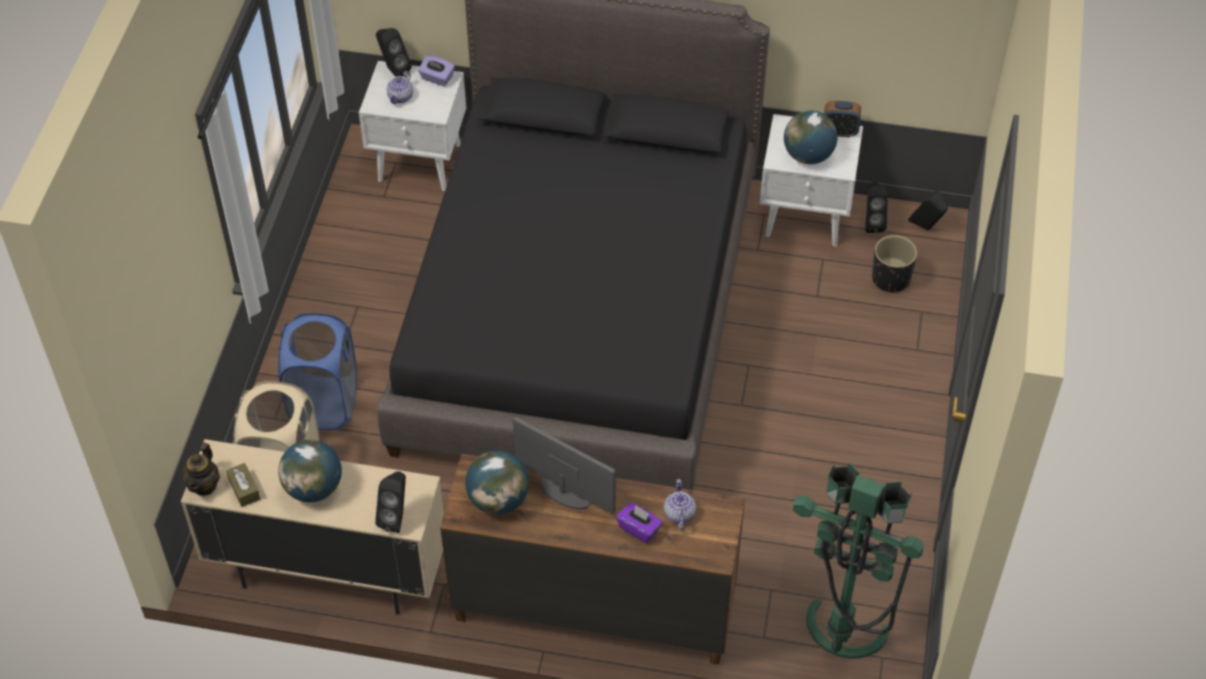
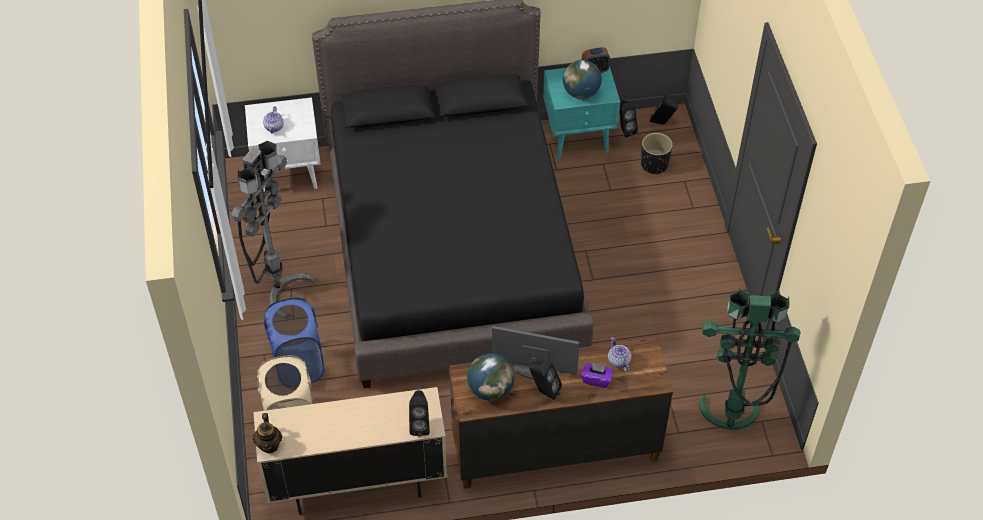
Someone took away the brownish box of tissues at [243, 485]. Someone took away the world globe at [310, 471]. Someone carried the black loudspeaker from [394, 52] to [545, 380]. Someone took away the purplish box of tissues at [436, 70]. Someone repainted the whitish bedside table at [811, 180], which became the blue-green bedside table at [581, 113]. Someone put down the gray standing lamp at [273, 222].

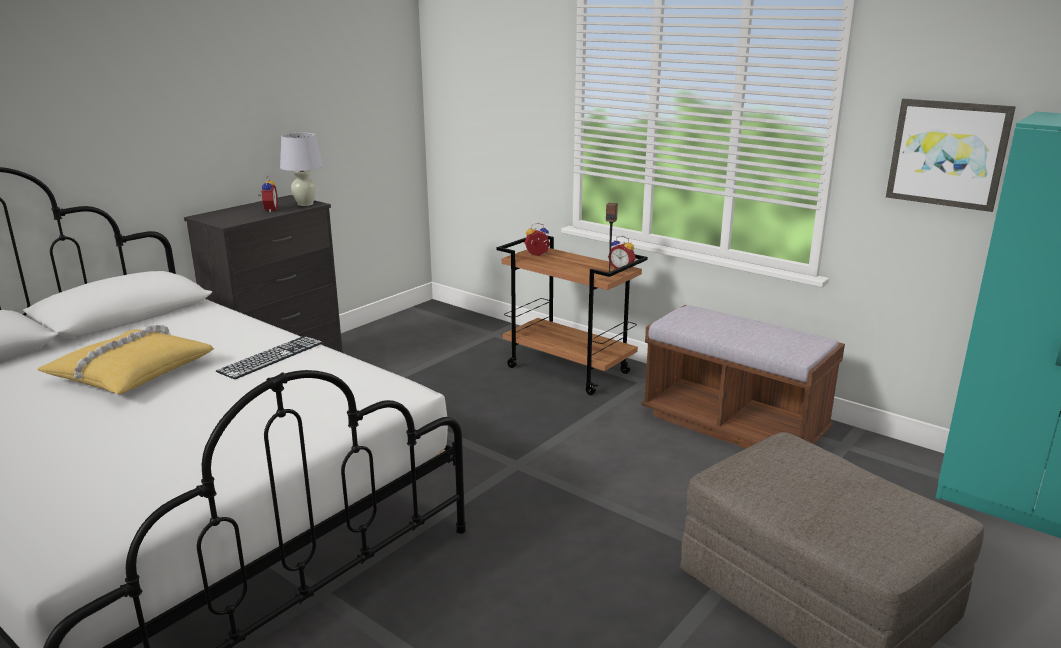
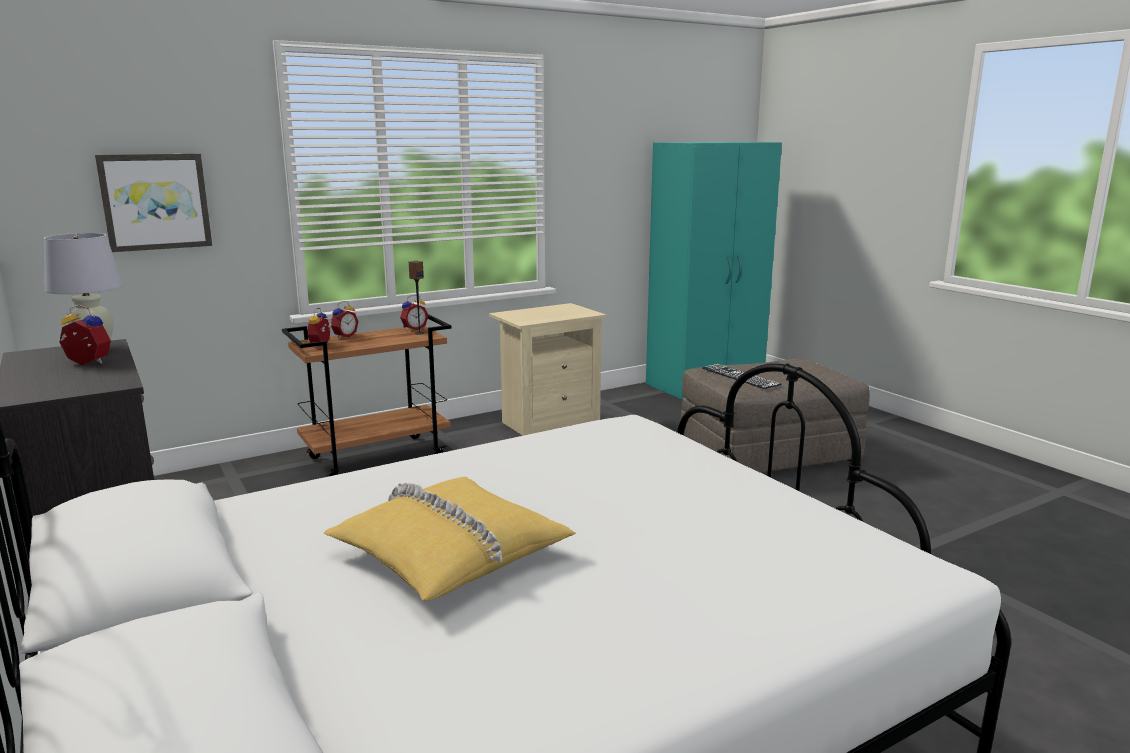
Someone carried the computer keyboard from [269, 358] to [741, 376]. Someone swapped the brownish indoor bench at [743, 377] for the beige-coloured bedside table at [547, 369]. Someone carried the wall picture from [951, 155] to [153, 203]. Someone put down the table clock at [345, 320].

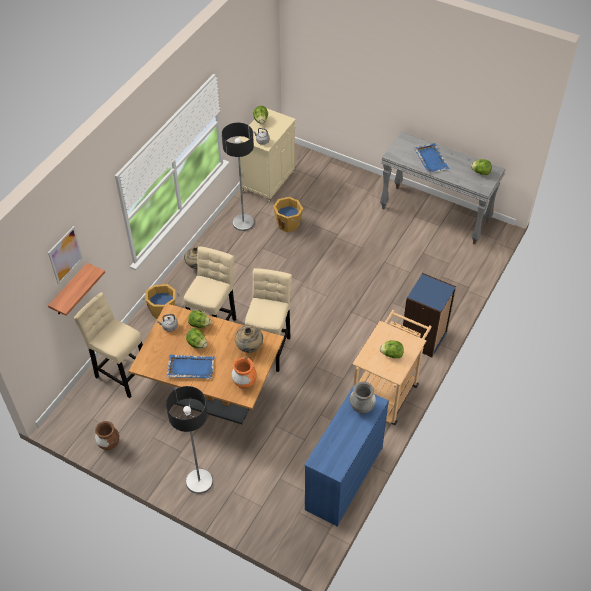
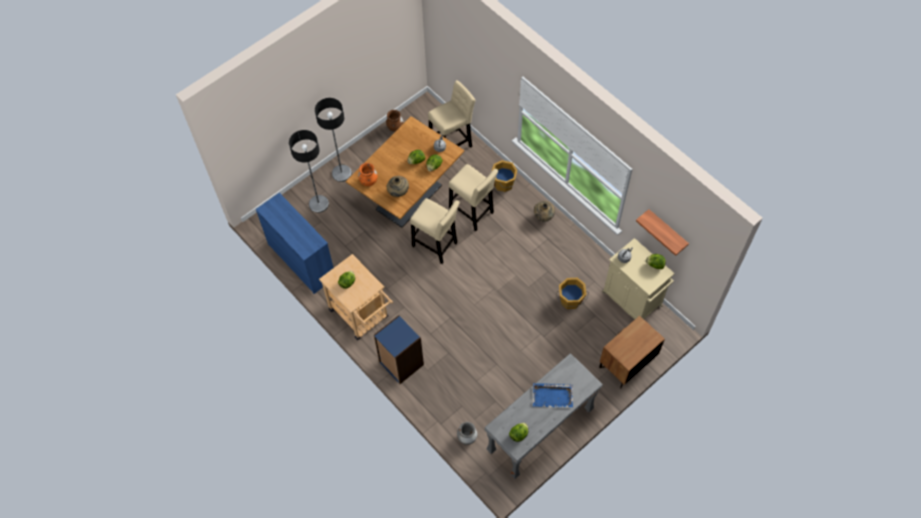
Someone took away the wall picture at [65, 255]. Someone carried the shelf from [76, 289] to [662, 232]. Someone took away the blue serving tray at [190, 367]. Someone carried the standing lamp from [238, 177] to [309, 171]. Someone carried the gray flower vase from [363, 398] to [467, 433]. Someone put down the brownish bedside table at [632, 352].

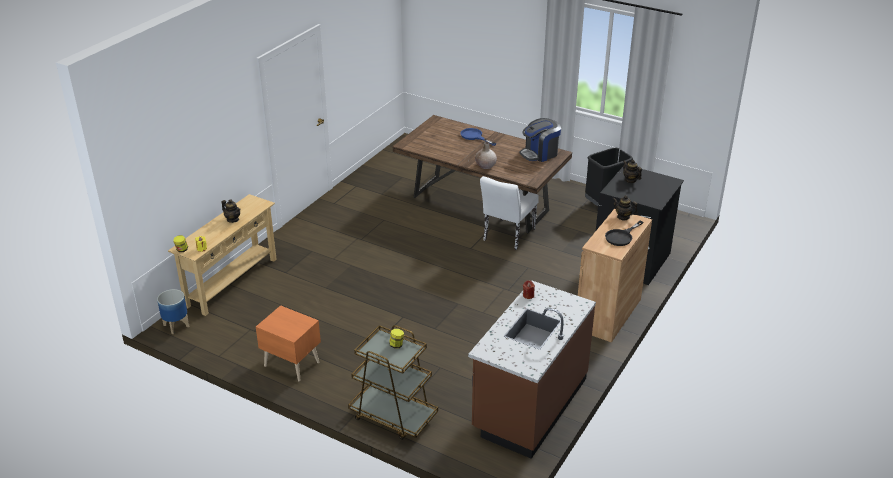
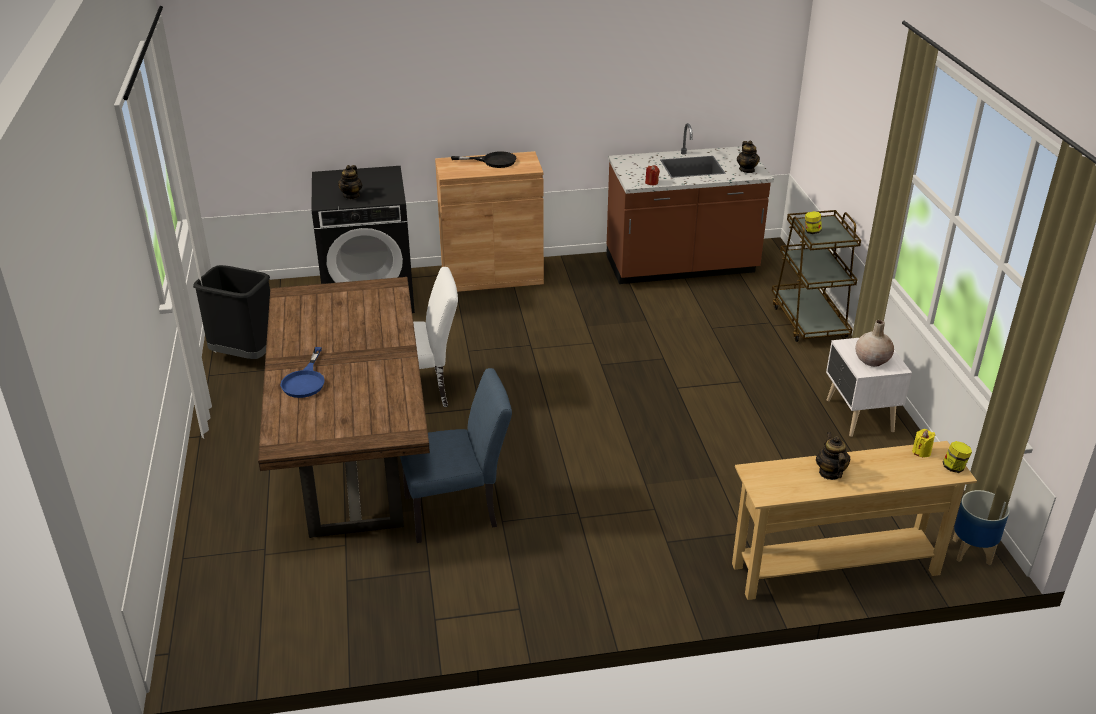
Someone repainted the orange-coloured bedside table at [288, 343], which became the whitish bedside table at [869, 387]. Someone carried the beige-coloured flower vase from [486, 155] to [874, 343]. Someone took away the coffee brewer at [540, 140]. Someone carried the tea pot from [625, 207] to [748, 157]. Someone put down the blue chair at [456, 455].

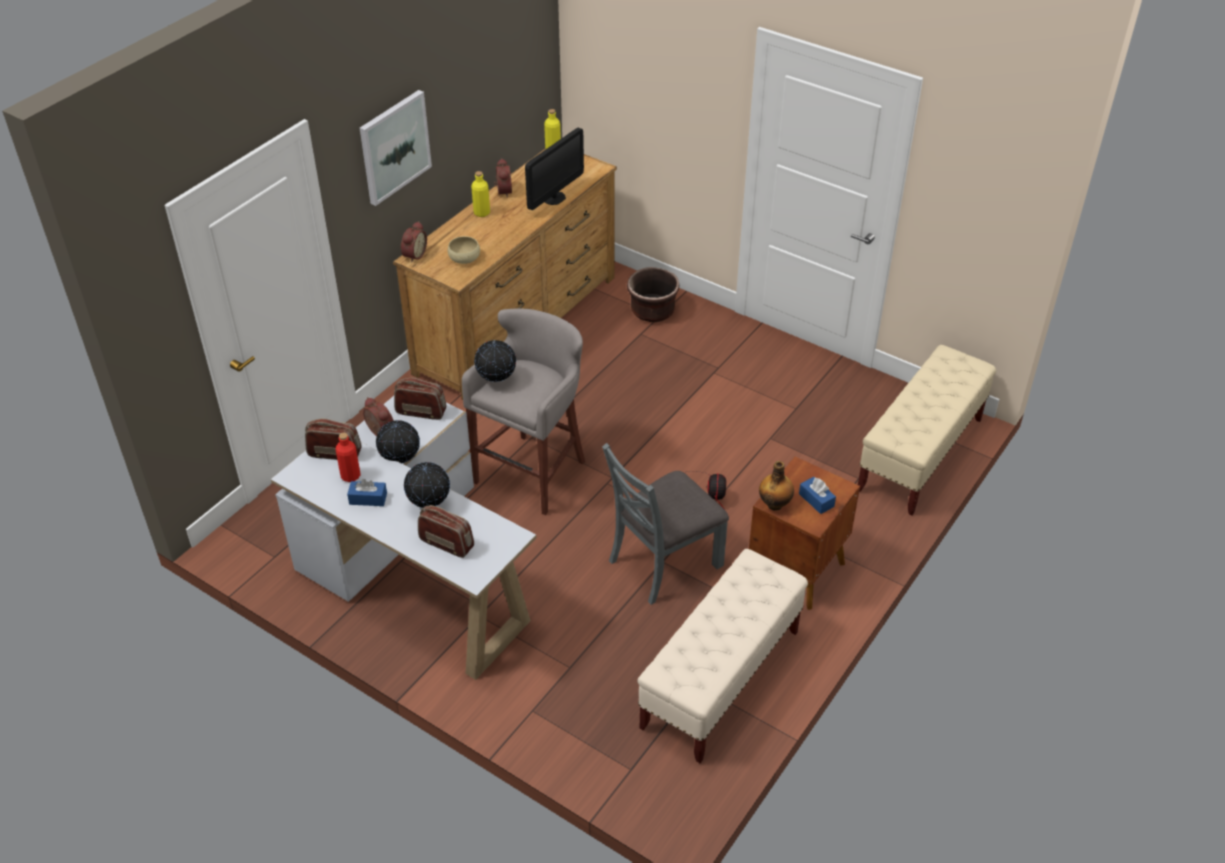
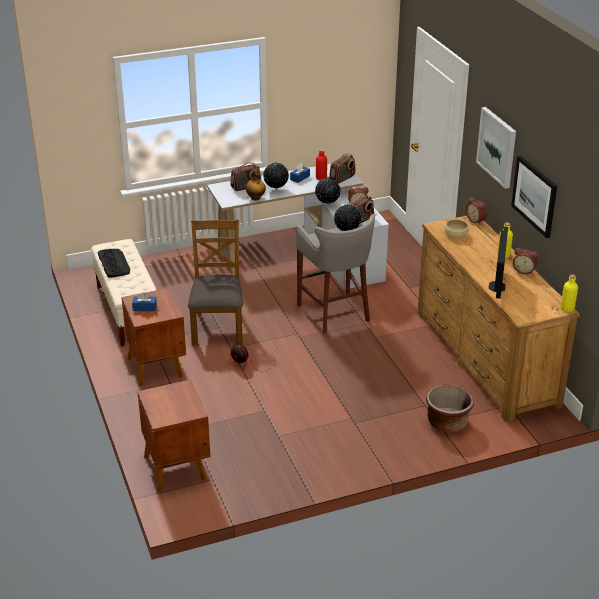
Someone rotated the computer screen at [554, 169] by 150 degrees counterclockwise. Someone repainted the gray chair at [665, 524], which became the brownish chair at [215, 282]. Someone carried the drink bottle from [776, 485] to [256, 184]. Someone swapped the beige-coloured indoor bench at [927, 430] for the brownish bedside table at [174, 435]. Someone put down the computer keyboard at [114, 263]. Someone put up the wall picture at [534, 197].

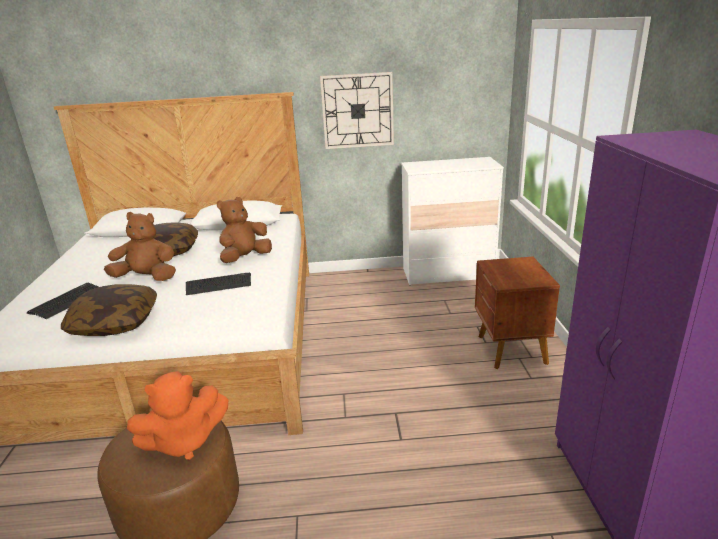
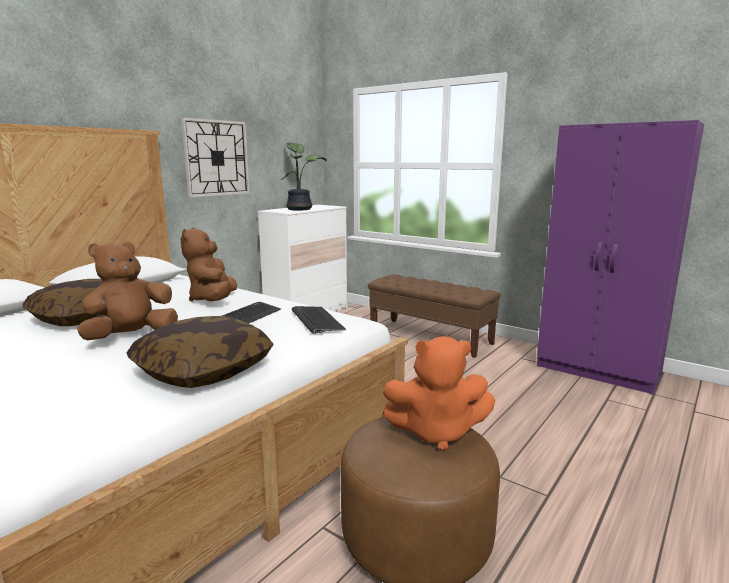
Someone carried the computer keyboard from [63, 300] to [319, 320]. Someone rotated the orange-coloured cuddly toy at [177, 415] by 75 degrees clockwise. Someone swapped the brownish bedside table at [517, 313] for the brownish indoor bench at [434, 316]. Someone put down the potted plant at [304, 176].

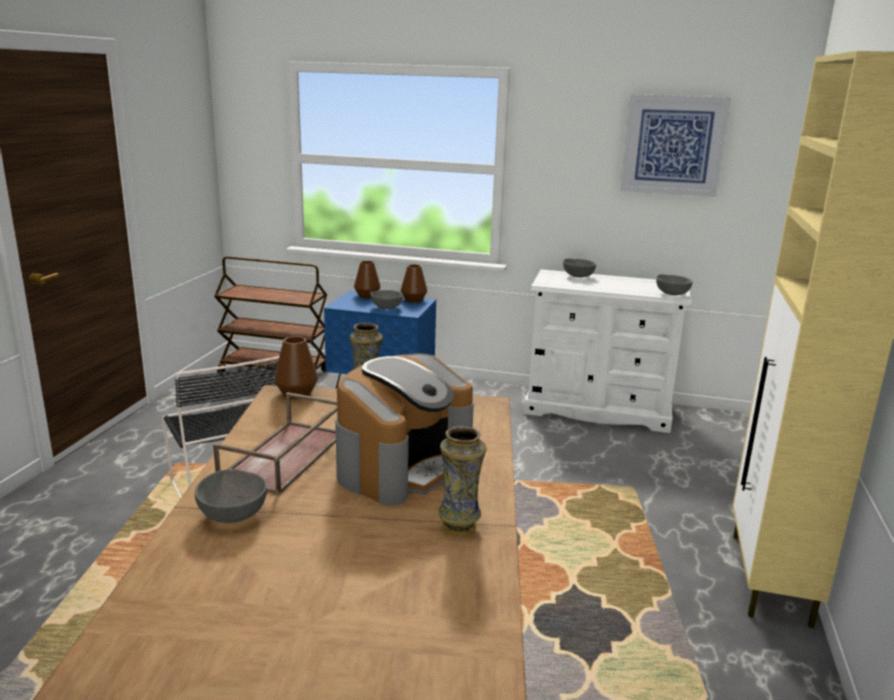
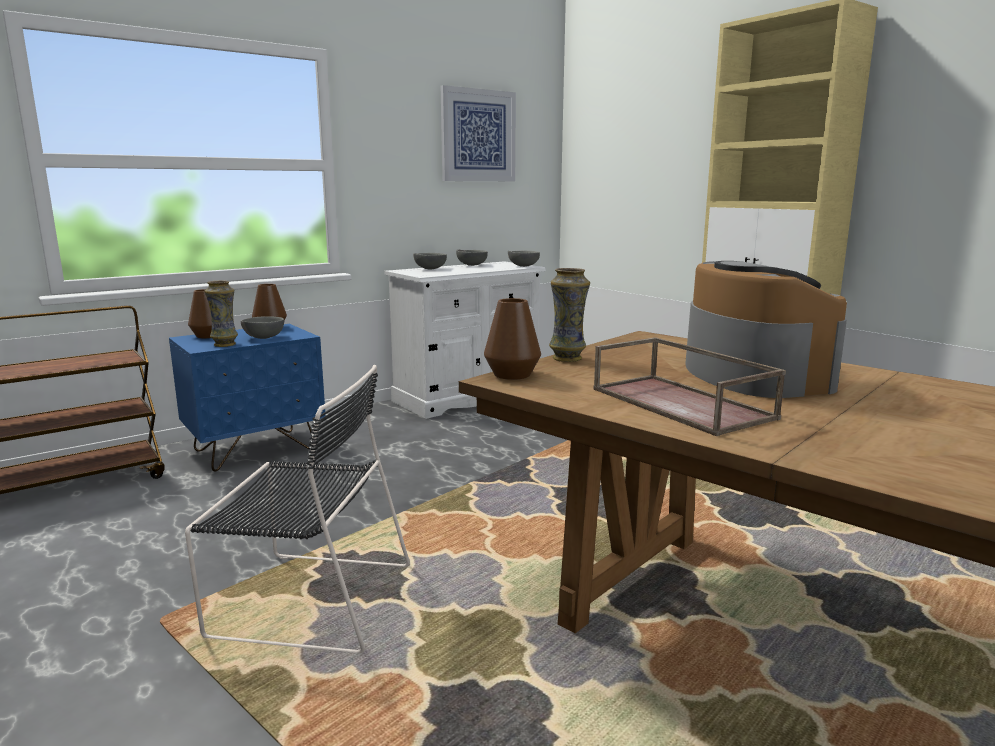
Someone carried the gray deep dish from [231, 496] to [472, 257]. Someone carried the flower vase from [462, 481] to [221, 313].

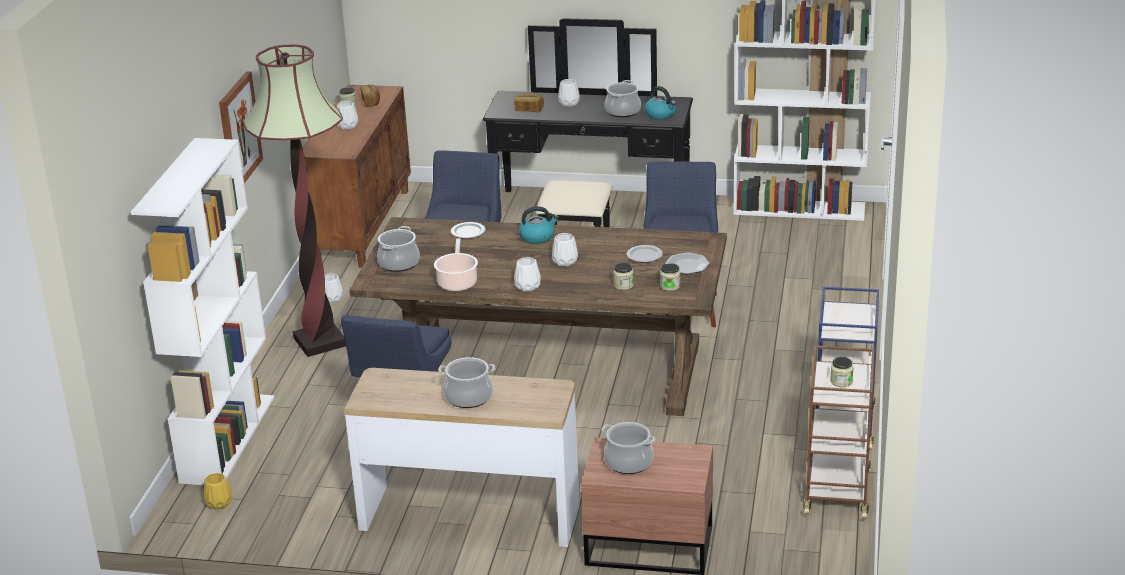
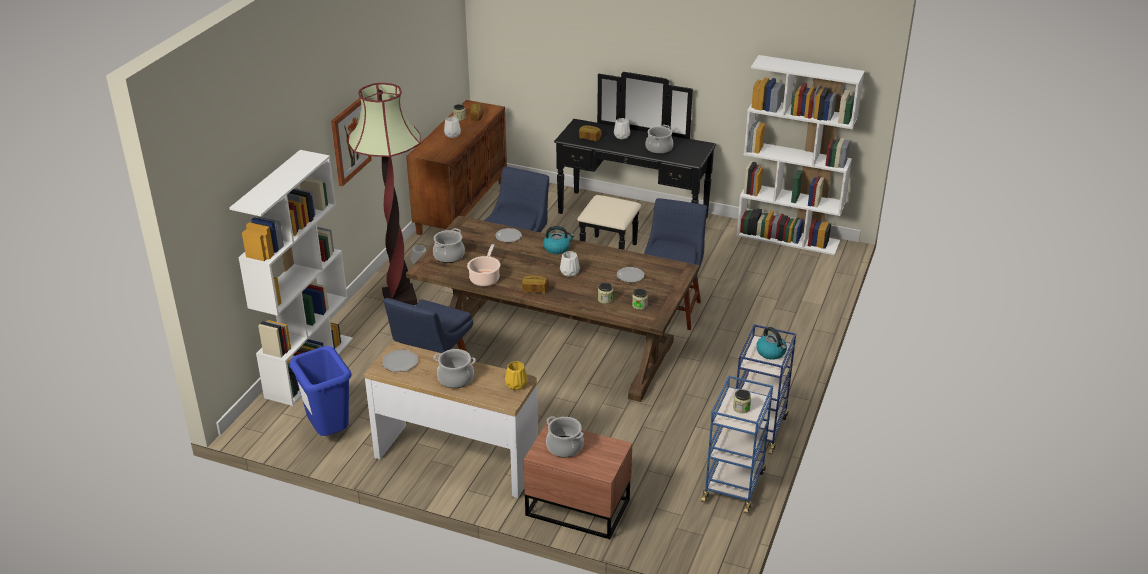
Someone carried the yellow-coloured flower vase from [217, 491] to [516, 375]. Someone swapped the whitish flower vase at [527, 274] for the baked bread at [535, 284]. Someone carried the kettle from [660, 103] to [771, 343]. Someone carried the dinner plate from [687, 263] to [400, 361]. Someone repainted the brownish cart at [838, 432], which became the blue cart at [737, 444]. Someone put down the blue rubbish bin at [321, 391].

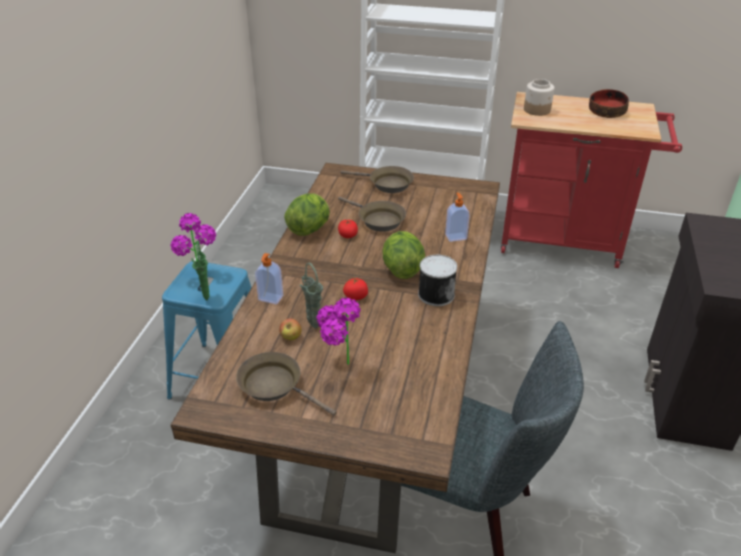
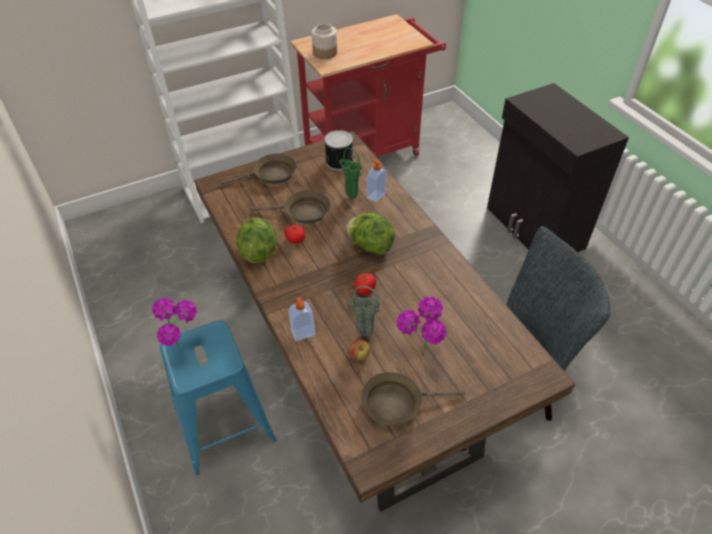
Someone carried the greenish flower vase from [201, 270] to [350, 173]. Someone carried the metal can from [437, 280] to [338, 150]. Someone took away the deep dish at [609, 103].

